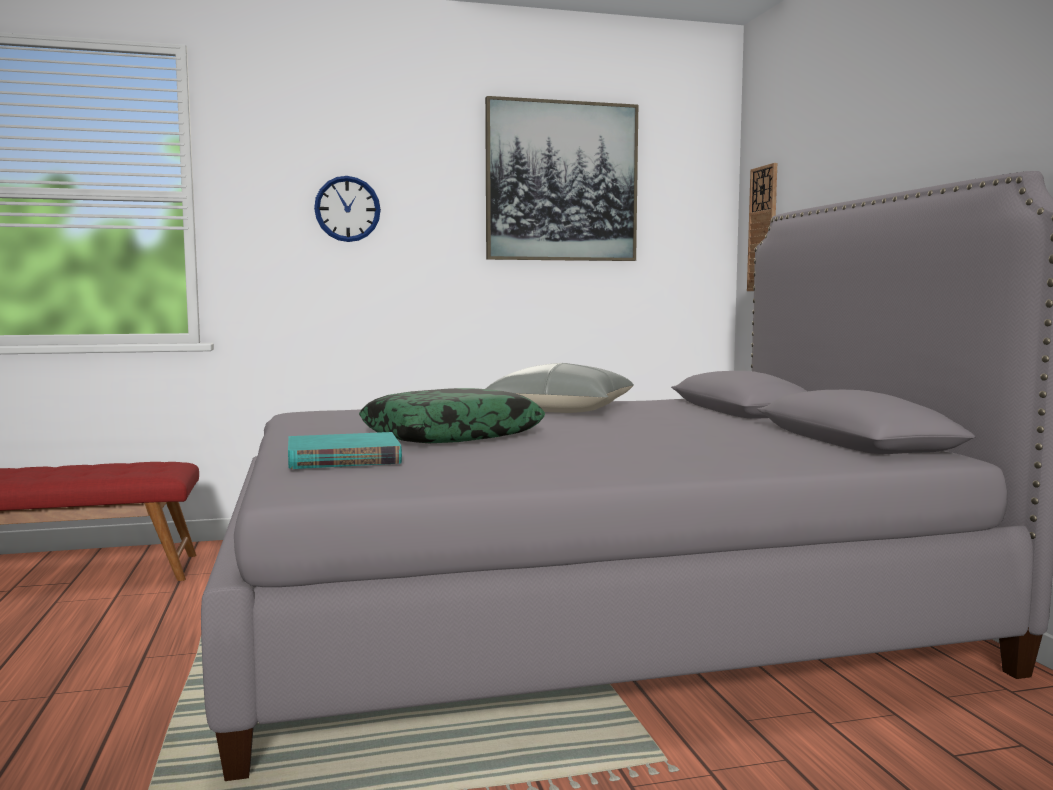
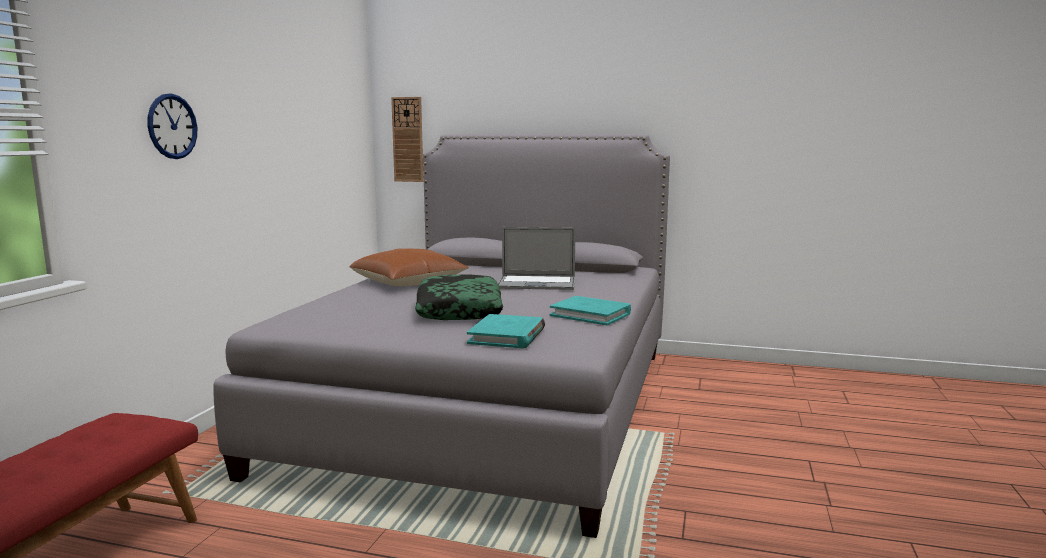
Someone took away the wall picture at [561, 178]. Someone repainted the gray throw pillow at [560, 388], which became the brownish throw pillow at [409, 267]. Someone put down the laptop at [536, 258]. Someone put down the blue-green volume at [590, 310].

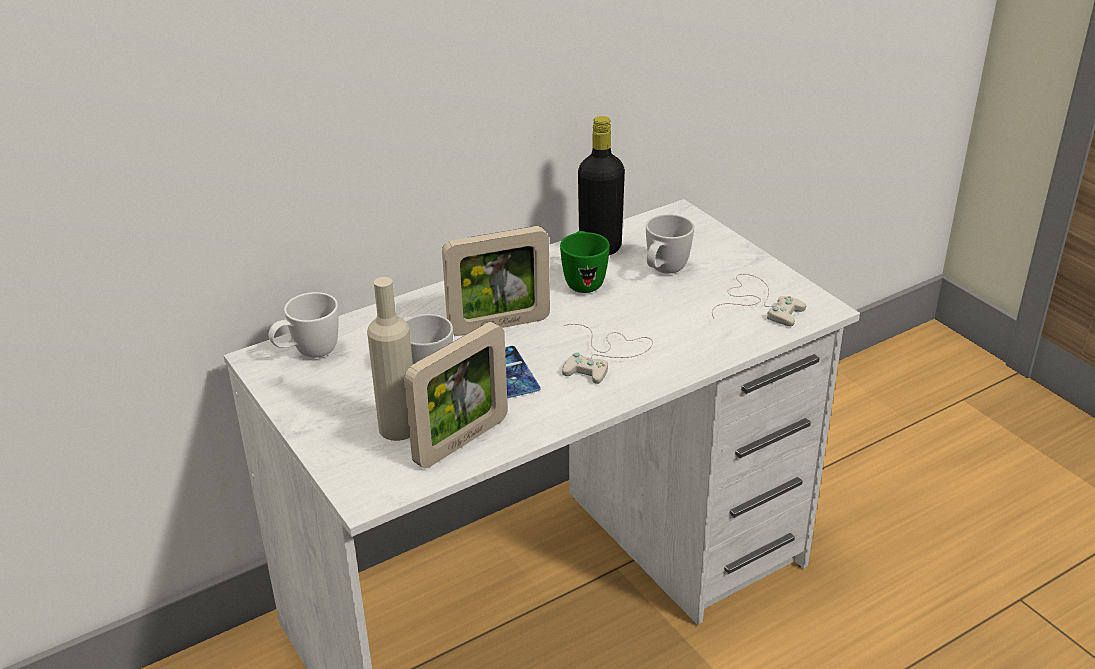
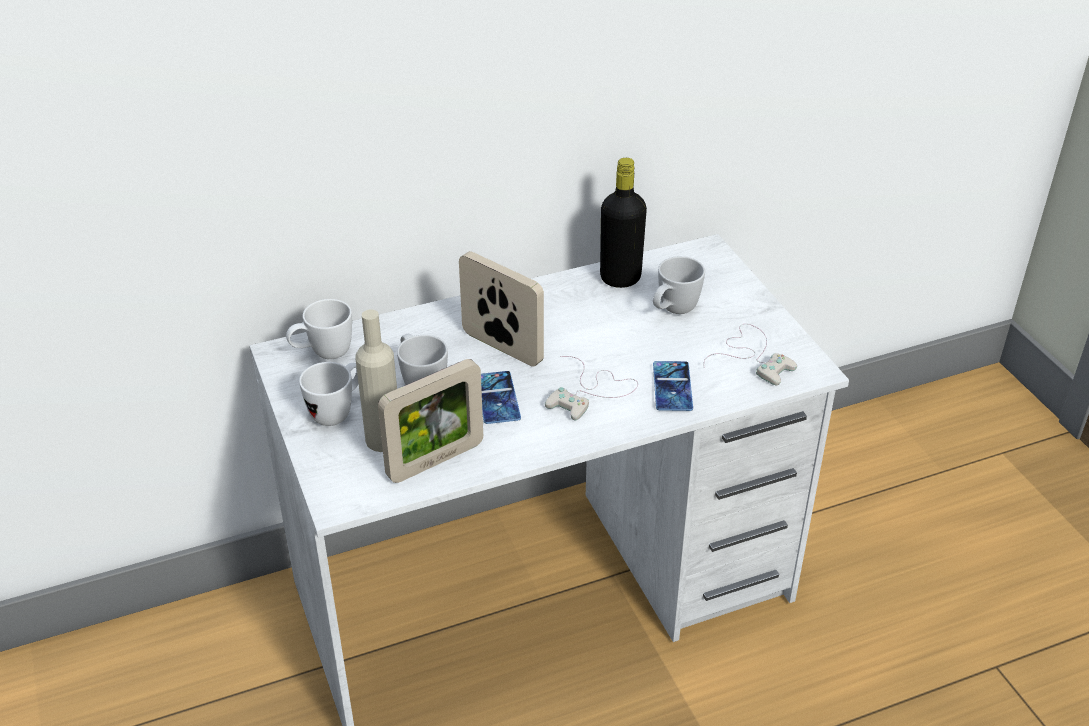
Someone rotated the picture frame at [496, 281] by 135 degrees counterclockwise. Someone took away the greenish mug at [585, 262]. Someone put down the whitish mug at [329, 394]. Someone put down the handset at [673, 386].

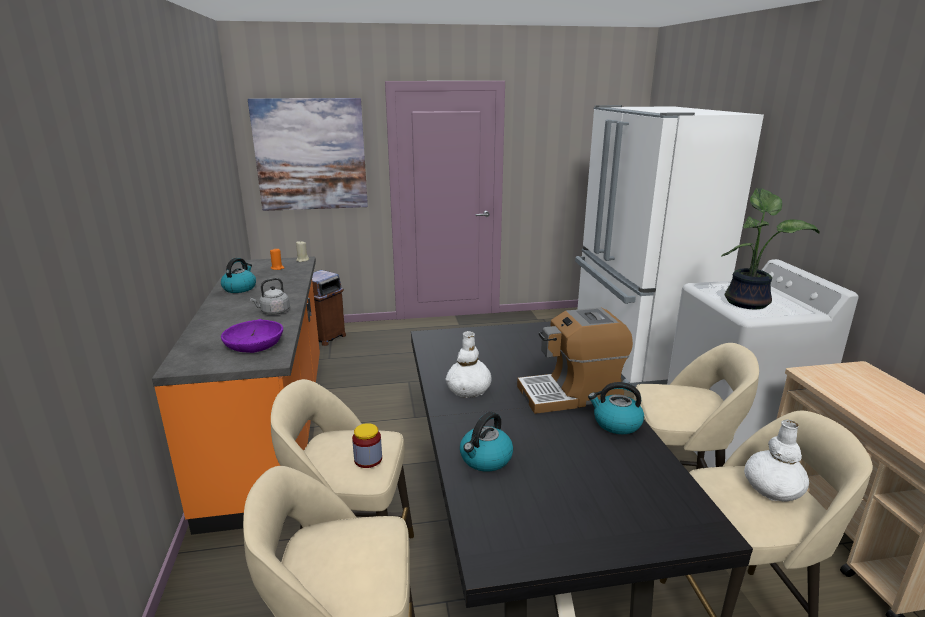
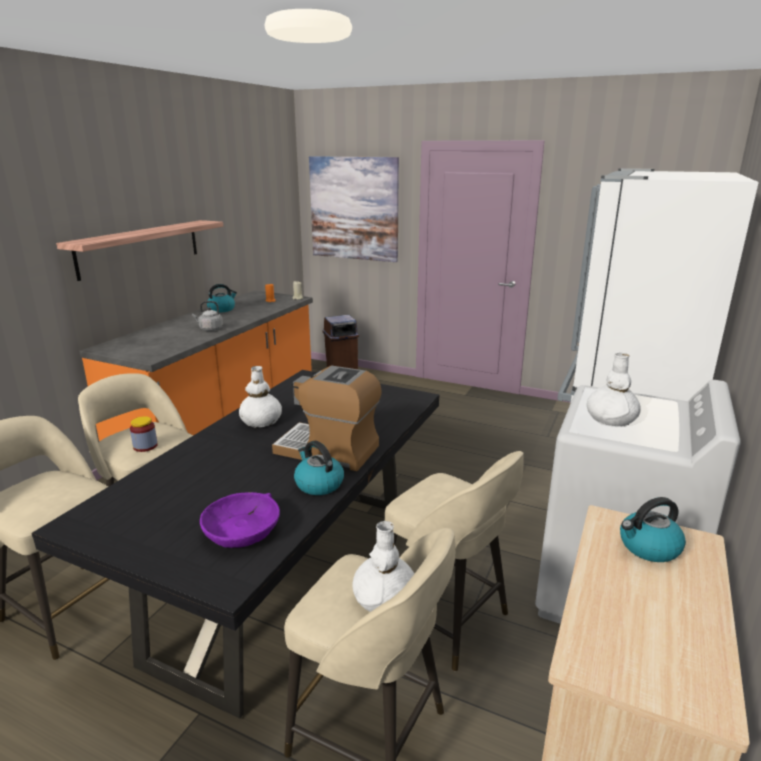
Someone carried the purplish deep dish from [252, 336] to [240, 520]. Someone carried the kettle from [486, 442] to [653, 529]. Someone swapped the potted plant at [770, 248] for the whitish flower vase at [614, 389]. Someone put up the shelf at [139, 250].

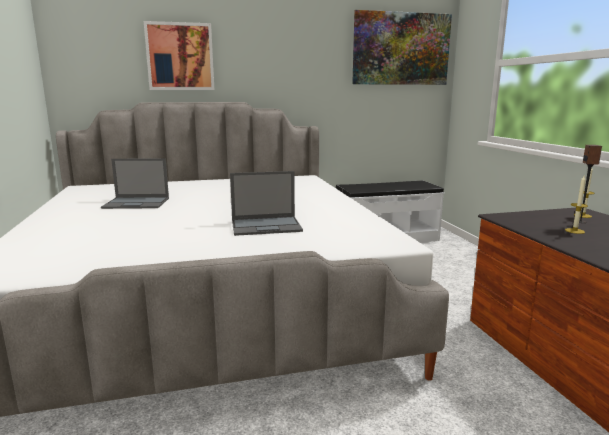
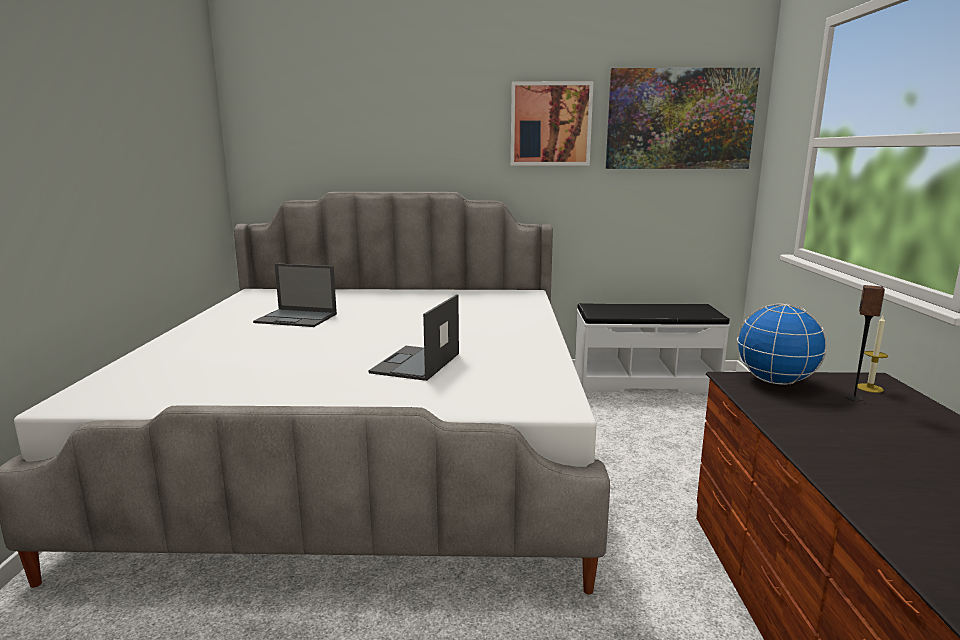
Someone carried the wall picture from [179, 55] to [552, 123]. Someone rotated the laptop at [266, 203] by 105 degrees clockwise. Someone took away the wax candle at [576, 205]. Someone put down the world globe at [782, 344].

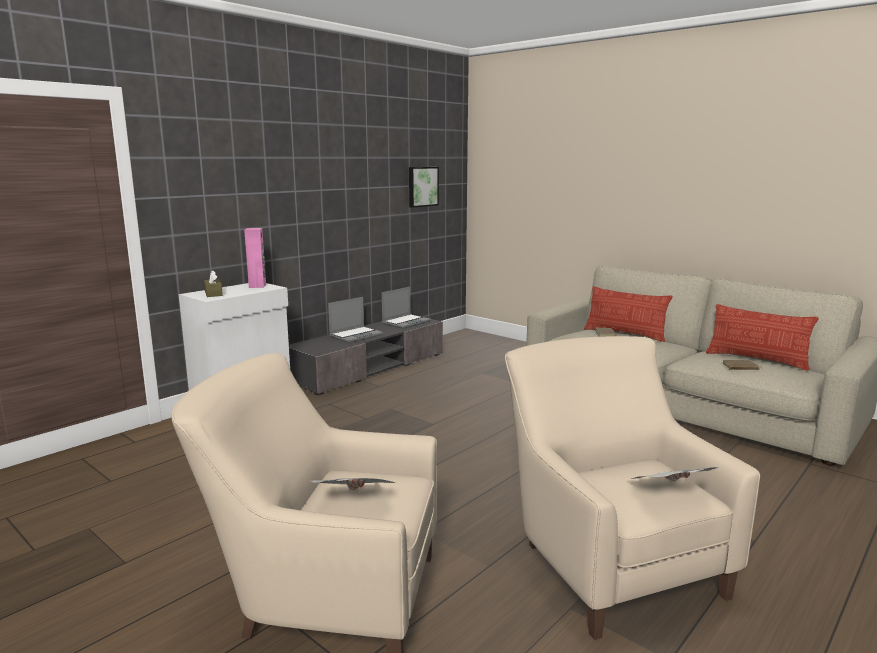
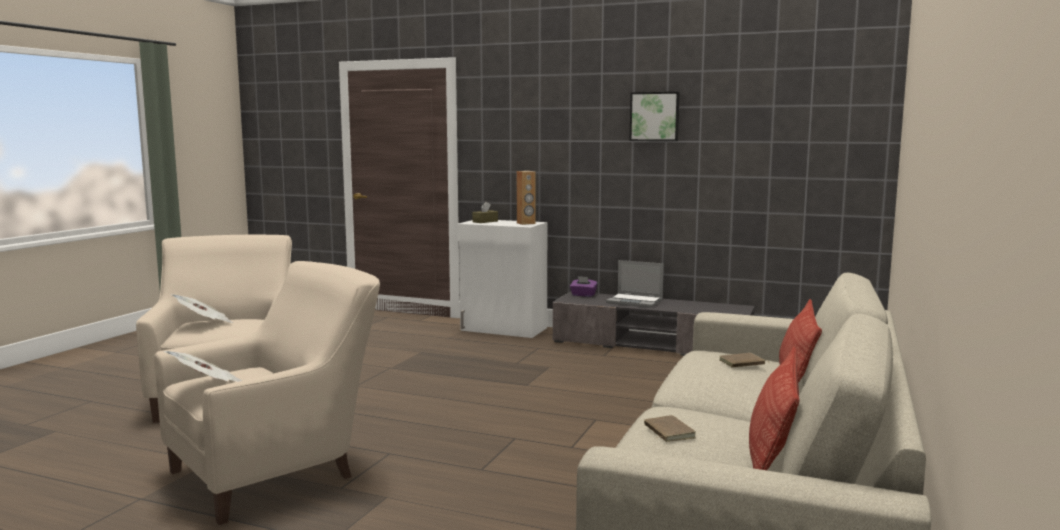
Someone repainted the pink-coloured loudspeaker at [255, 258], which became the brownish loudspeaker at [526, 198]. Someone took away the laptop at [406, 308]. Someone carried the wall picture from [424, 187] to [654, 116]. Someone put down the purplish box of tissues at [584, 286].

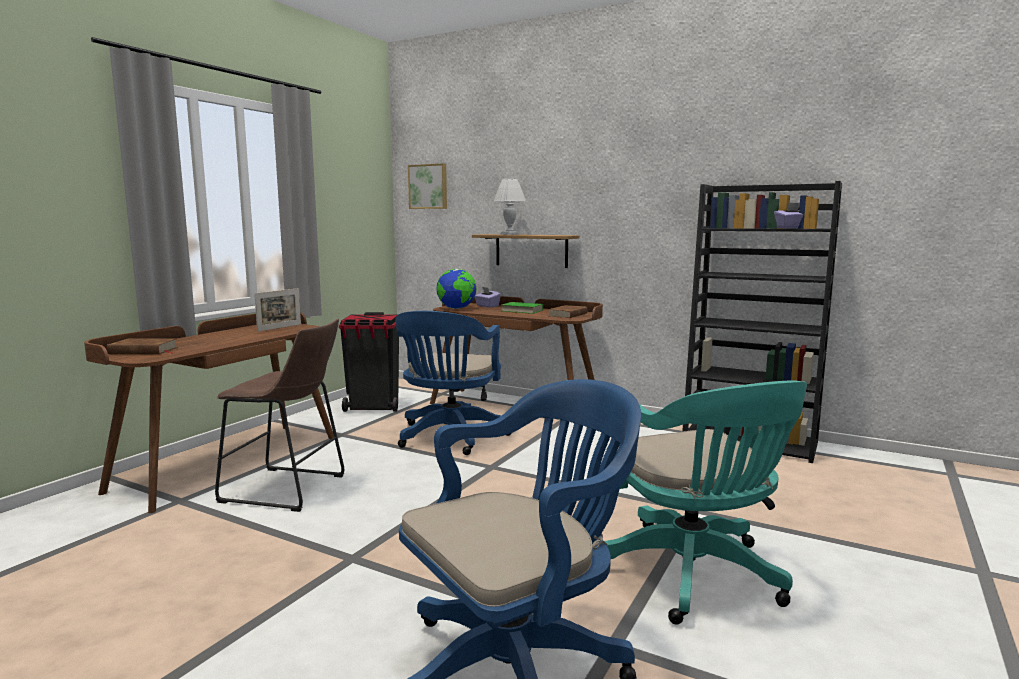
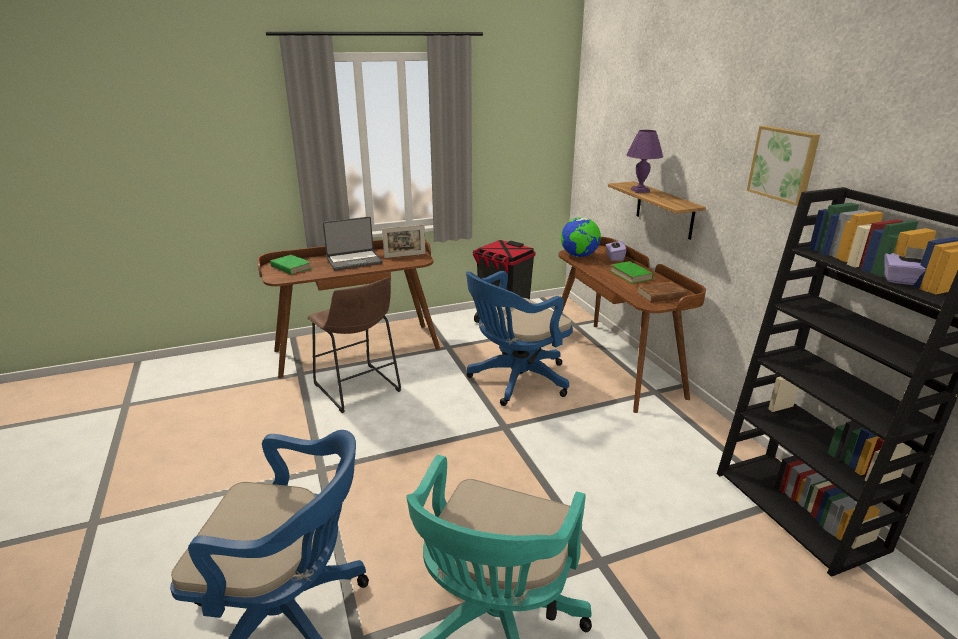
Someone repainted the brownish volume at [142, 346], which became the greenish volume at [291, 265]. Someone carried the wall picture from [427, 186] to [783, 166]. Someone repainted the whitish tabletop lamp at [509, 207], which became the purplish tabletop lamp at [644, 161]. Someone put down the laptop at [353, 244].

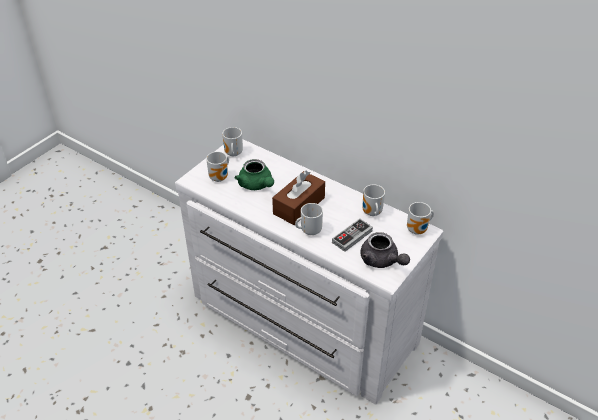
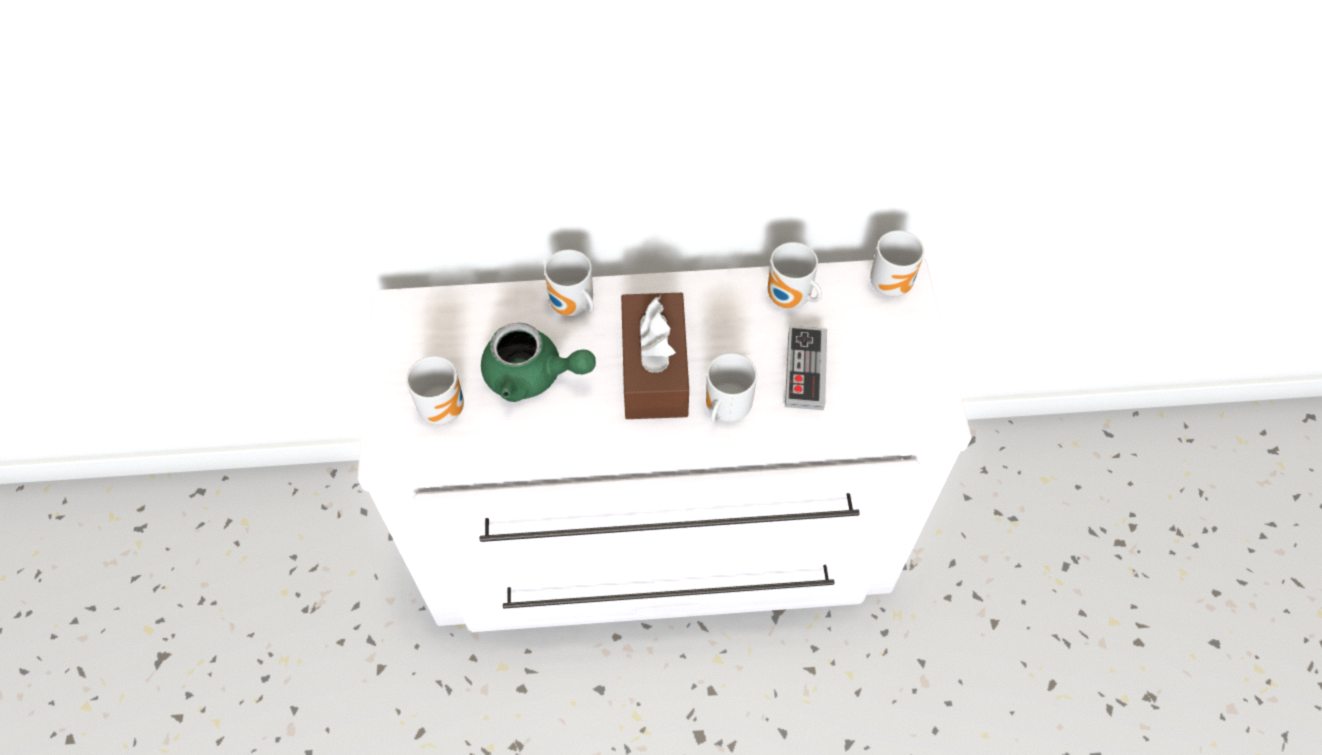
Someone carried the mug from [232, 141] to [569, 283]. Someone took away the gray tea pot at [385, 250].

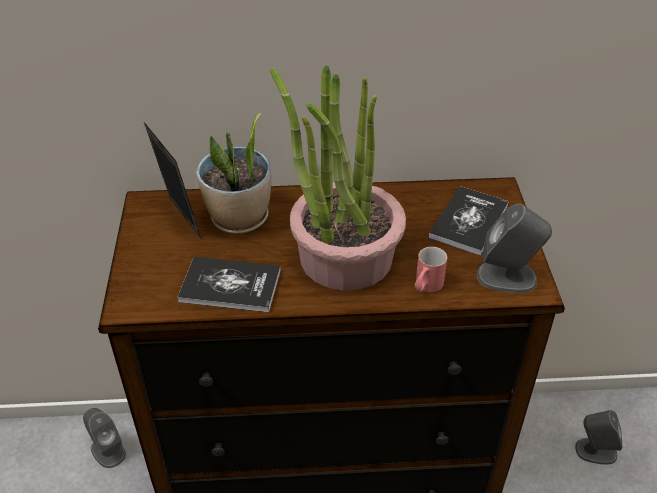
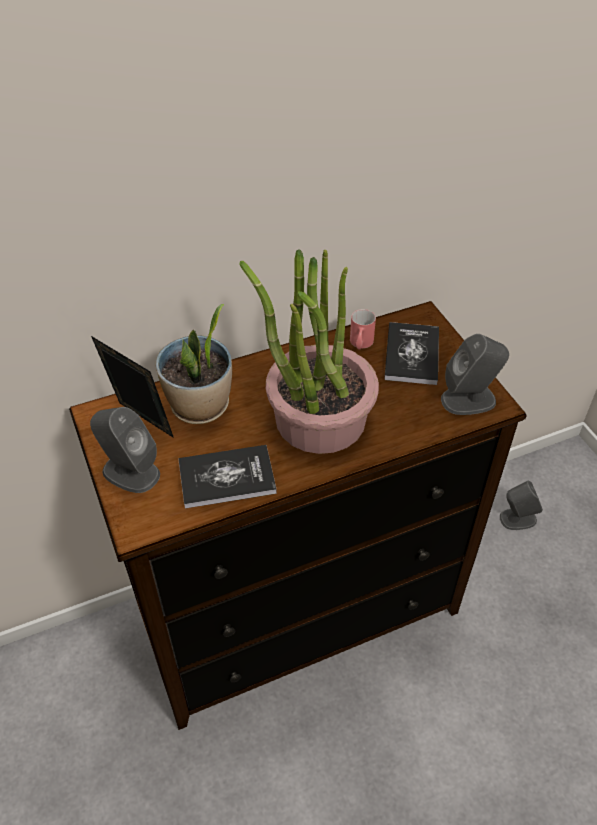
Someone carried the gray loudspeaker from [104, 438] to [125, 450]. Someone carried the red-coloured mug from [431, 269] to [363, 329].

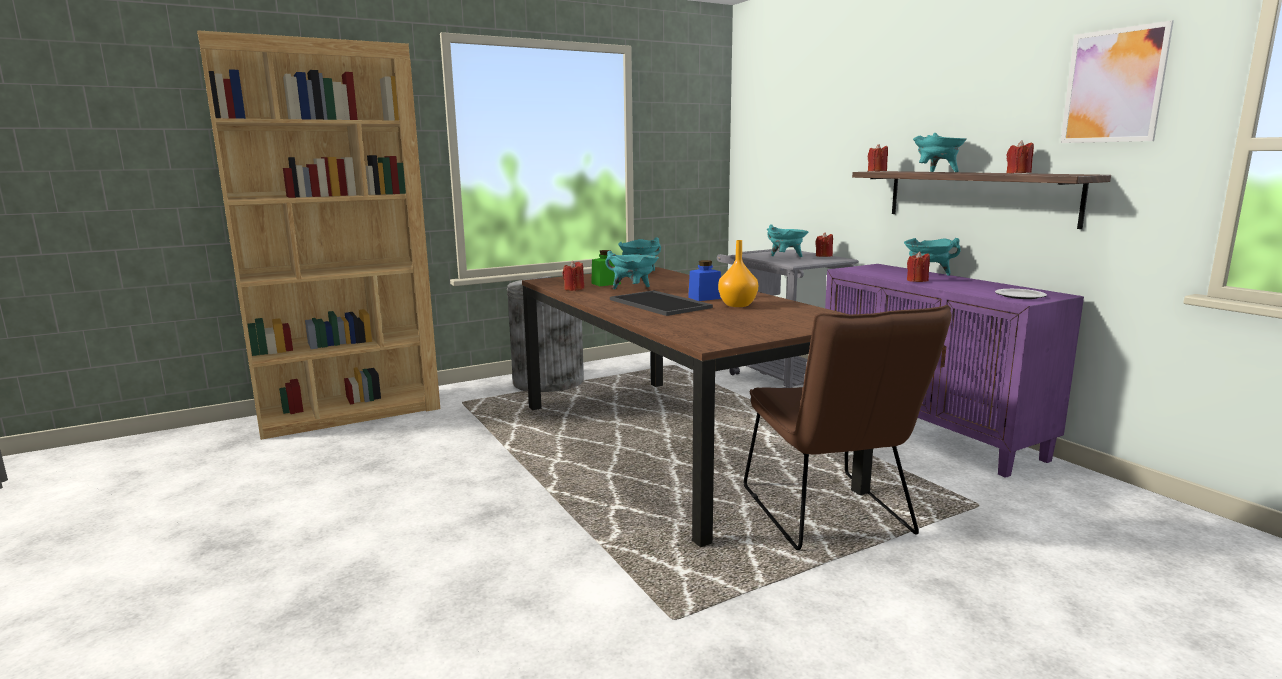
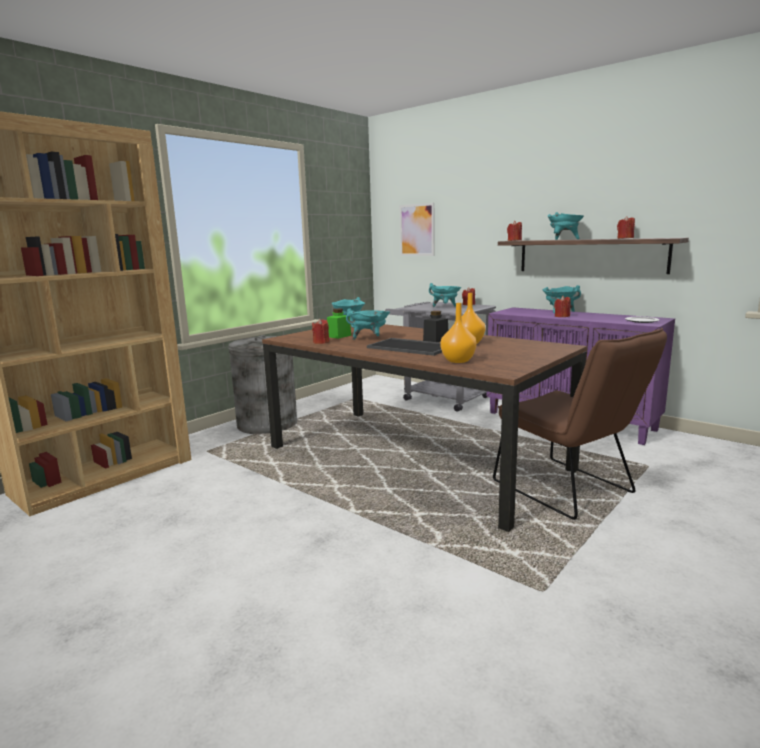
Someone repainted the blue jar at [705, 280], which became the black jar at [435, 326]. Someone carried the wall picture from [1117, 81] to [417, 229]. Someone put down the orange-coloured flower vase at [458, 333].

